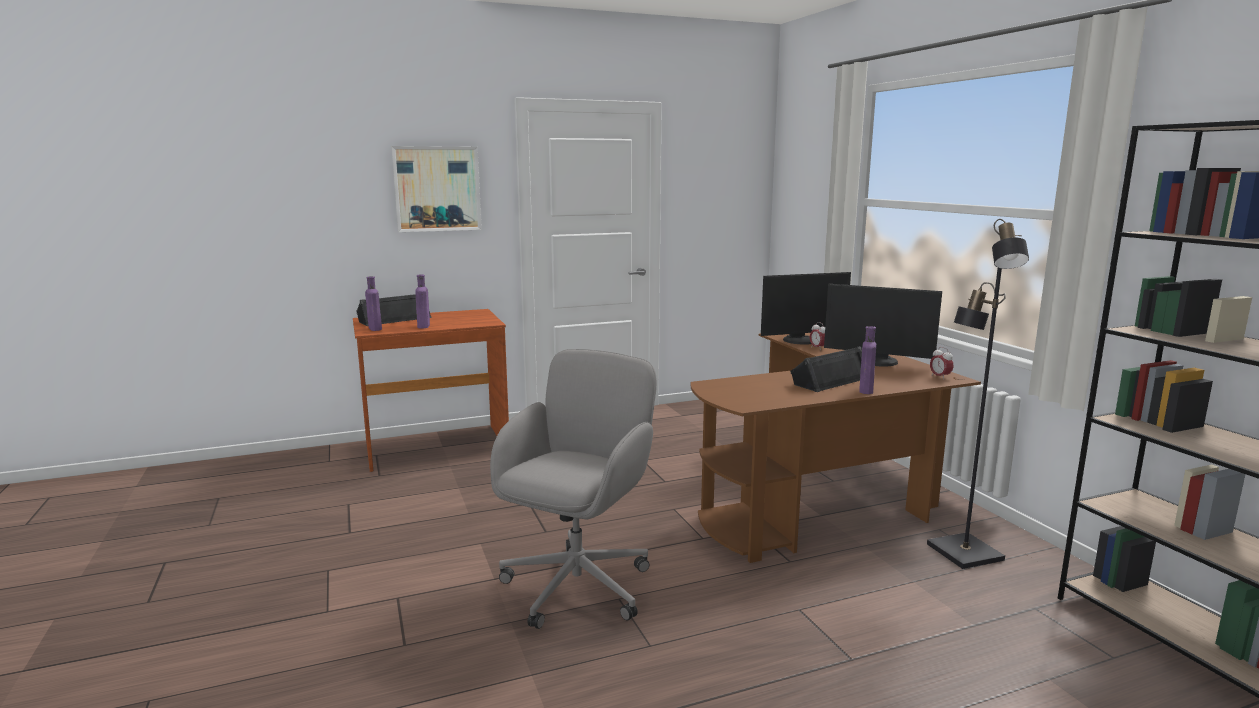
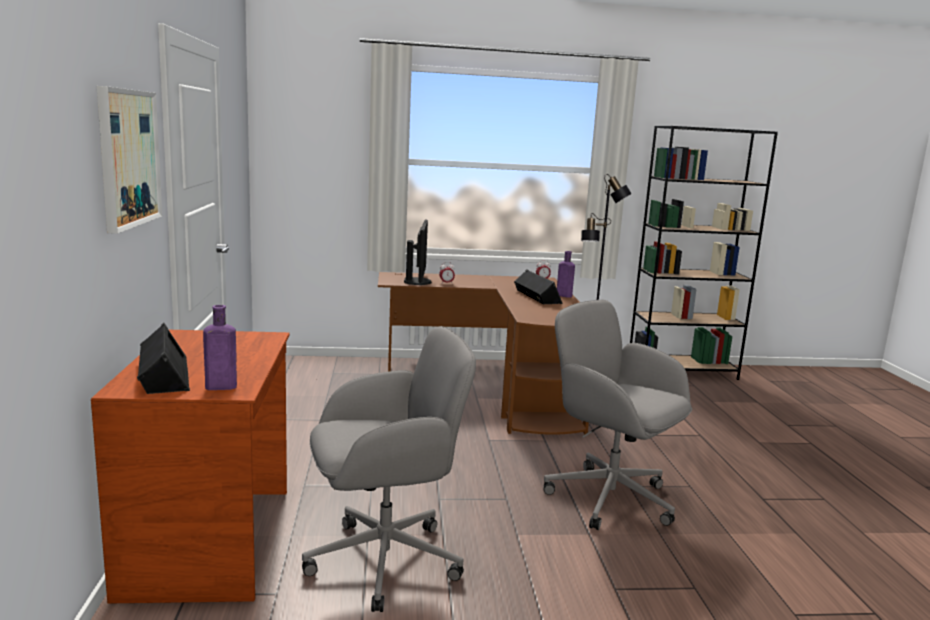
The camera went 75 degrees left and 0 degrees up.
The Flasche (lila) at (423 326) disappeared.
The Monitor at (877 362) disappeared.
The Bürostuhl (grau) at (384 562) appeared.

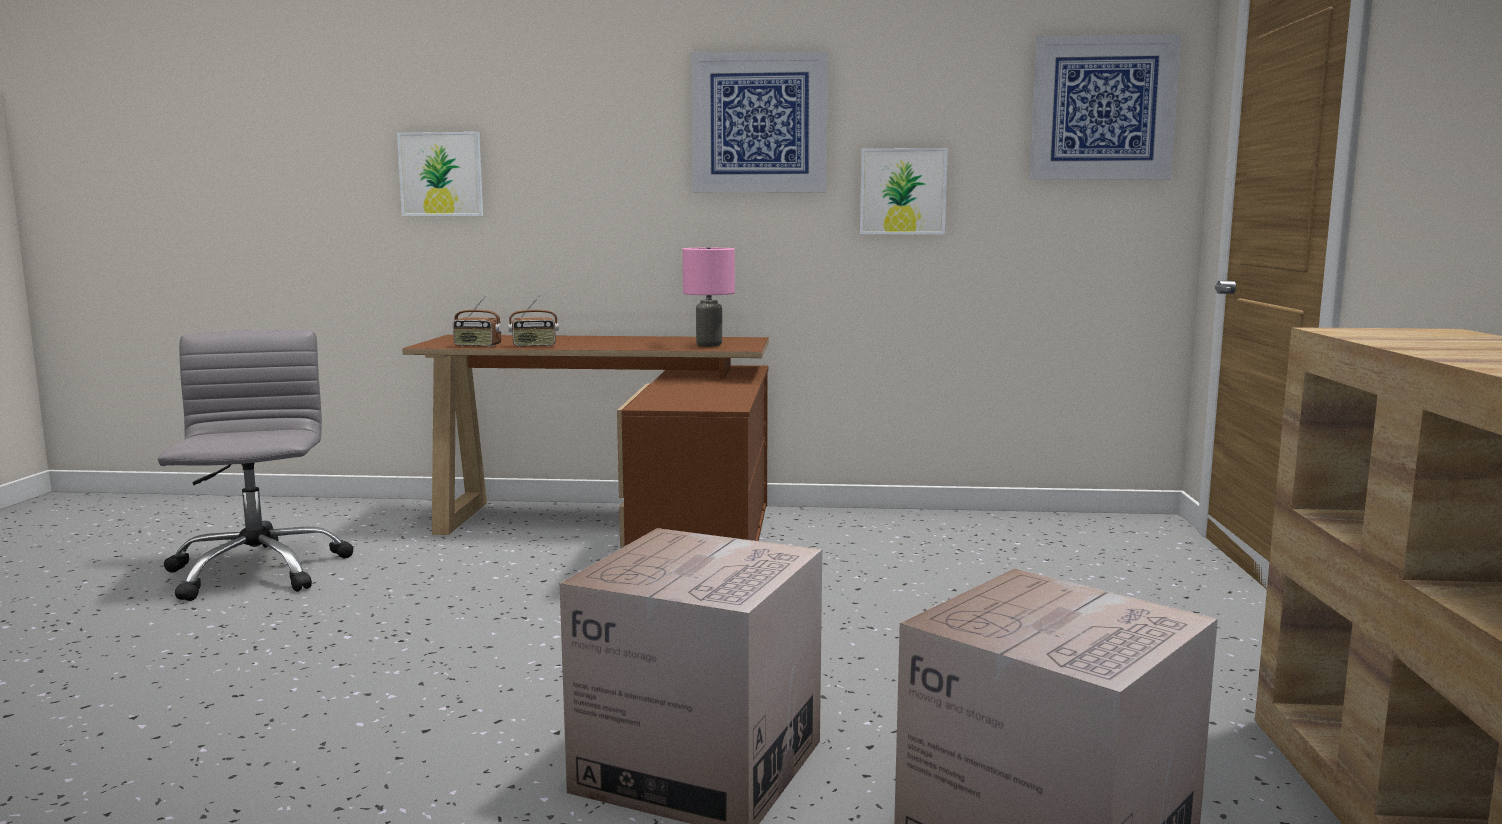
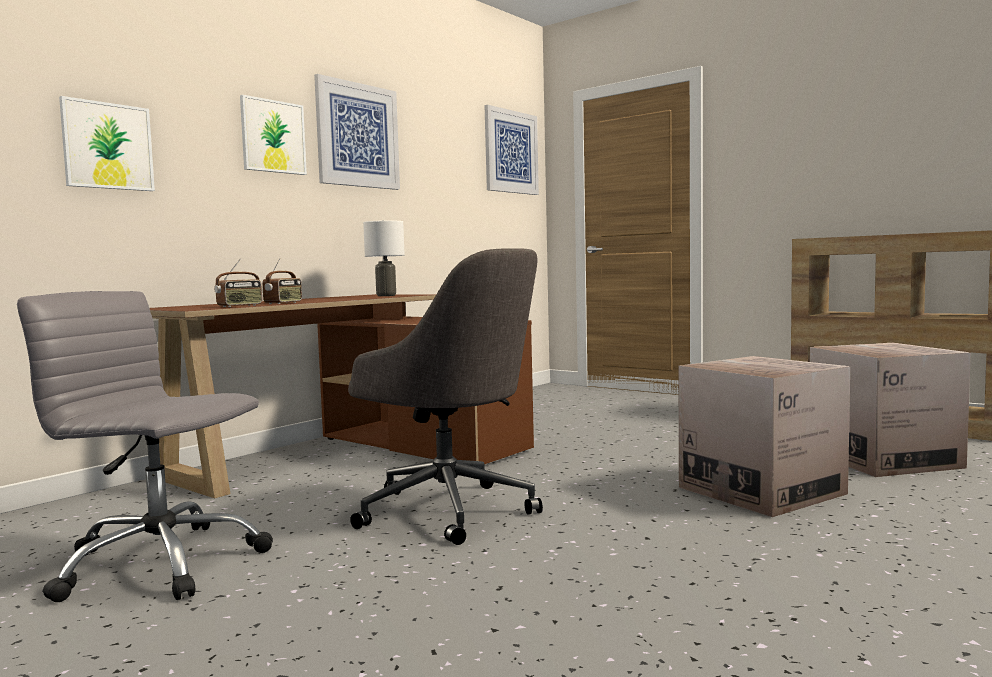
The camera went 55 degrees left and 5 degrees down.
The Bild moved from (903 191) to (273 136).
The Tischlampe (rosa) at (708 345) became the Tischlampe (weiß) at (385 296).
The Bürostuhl (grau) at (449 511) appeared.

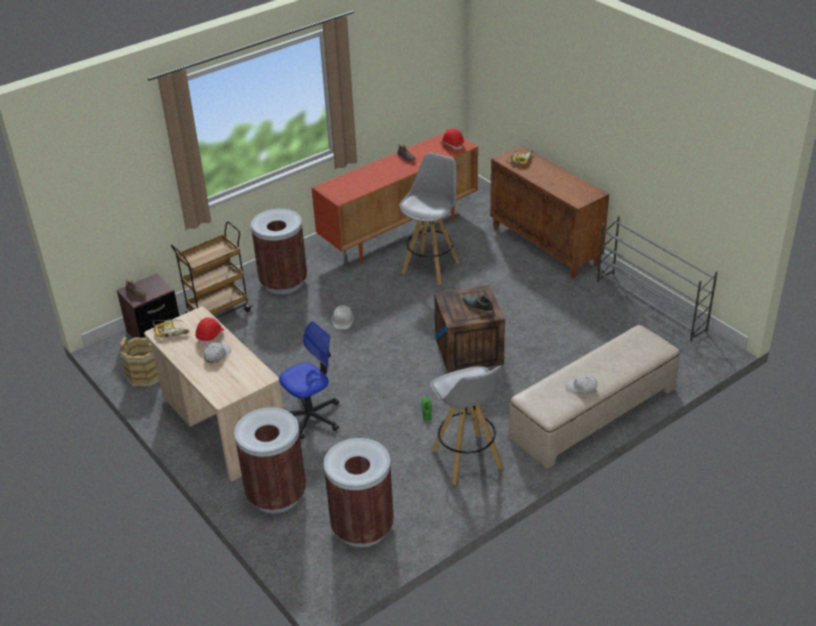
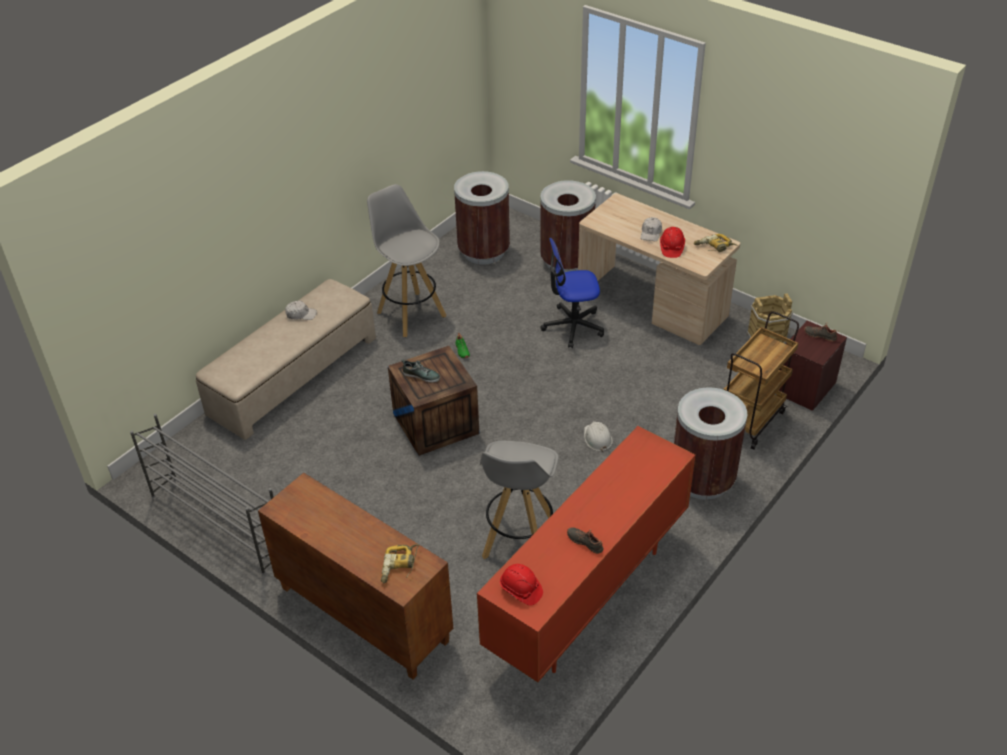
The camera went 165 degrees right and 5 degrees up.
The Bürostuhl at (311 417) turned 45 degrees clockwise.

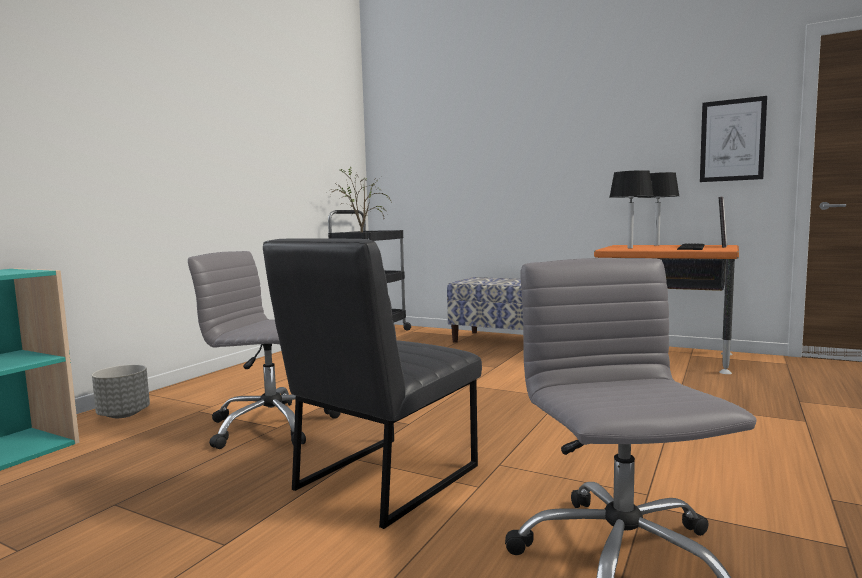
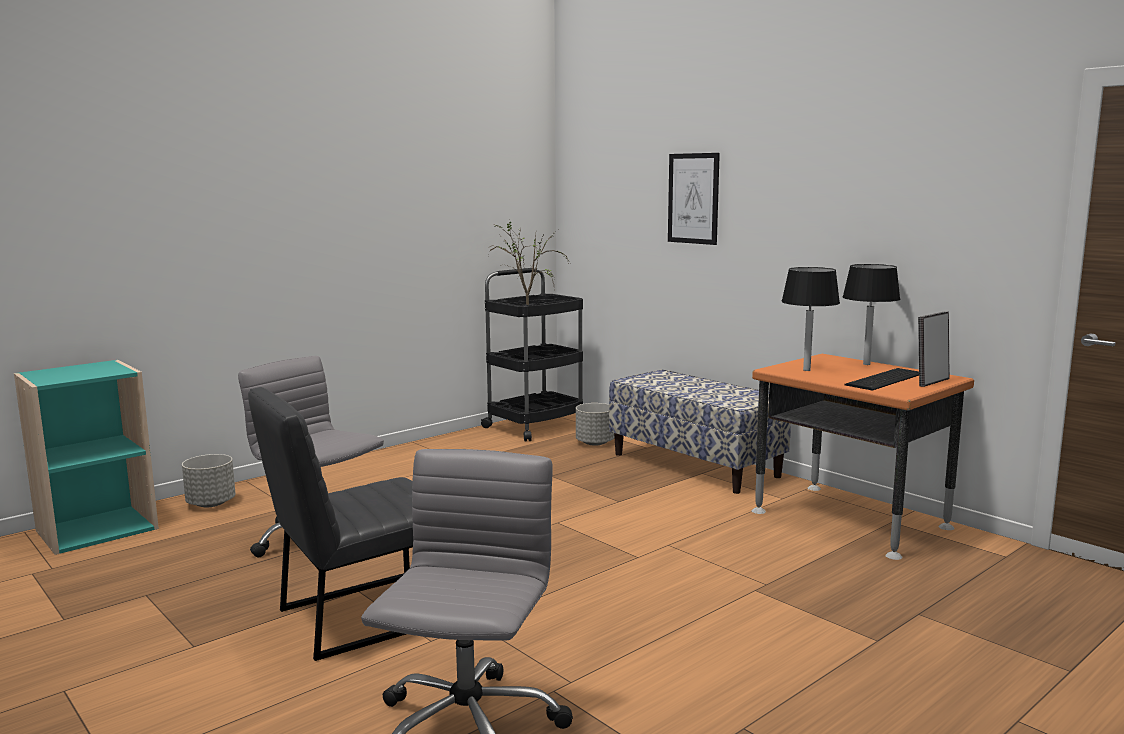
The camera went 20 degrees right and 5 degrees up.
The Bild moved from (732 140) to (693 198).
The Pflanzkübel (grau) at (595 443) appeared.

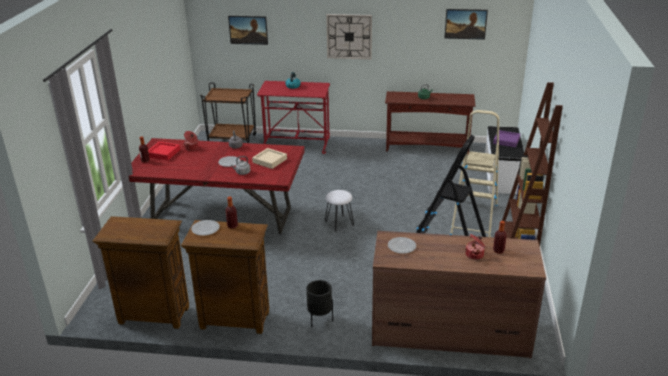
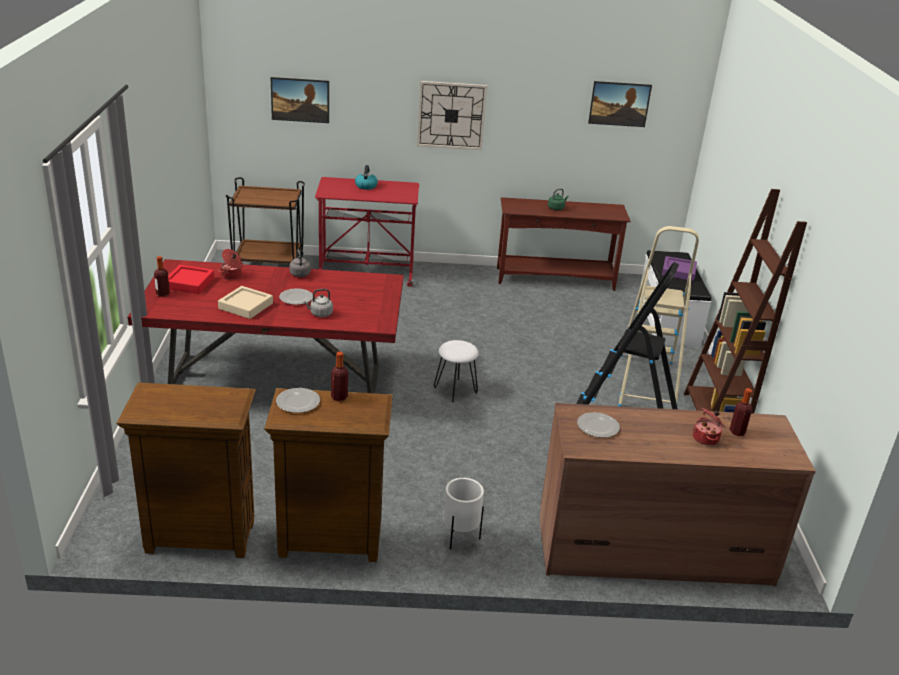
The camera went 10 degrees left and 0 degrees up.
The Tablett (beige) moved from (269 161) to (245 306).
The Pflanzkübel (schwarz) at (319 320) became the Pflanzkübel (weiß) at (460 538).

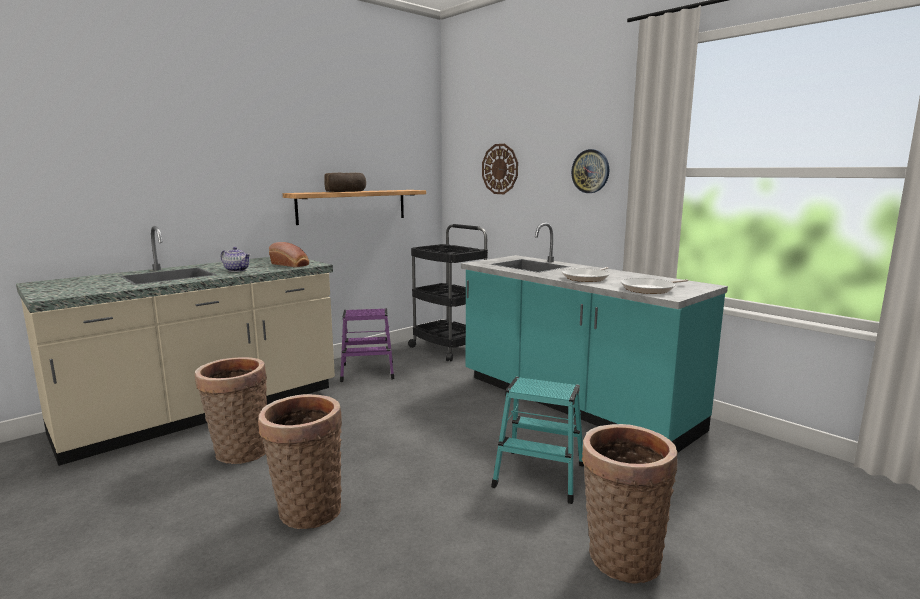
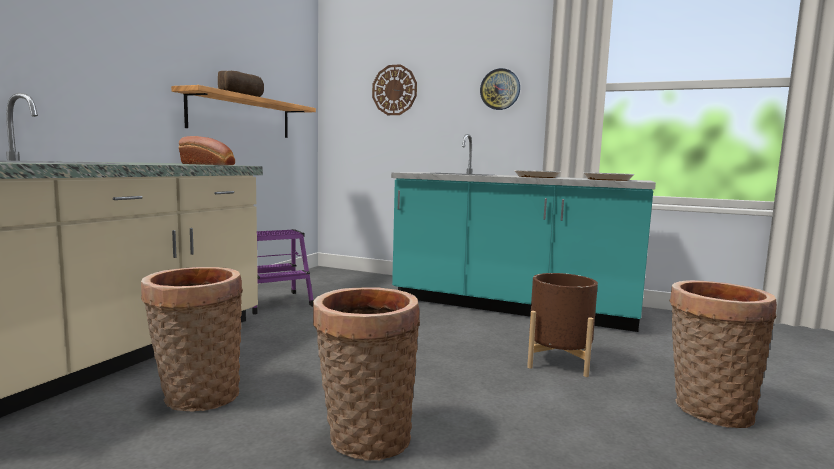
The camera went 25 degrees left and 5 degrees down.
The Rollwagen (schwarz) at (448 348) disappeared.
The Teekanne at (237 270) disappeared.
The Trittleiter (türkis) at (539 474) was replaced by the Pflanzkübel (braun) at (558 361).

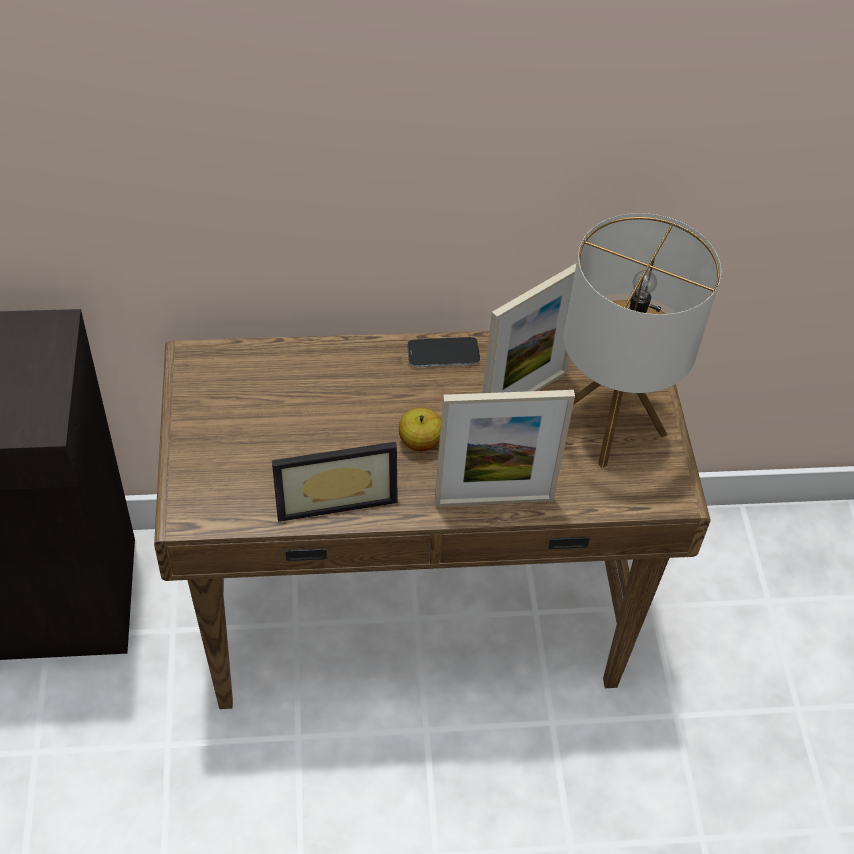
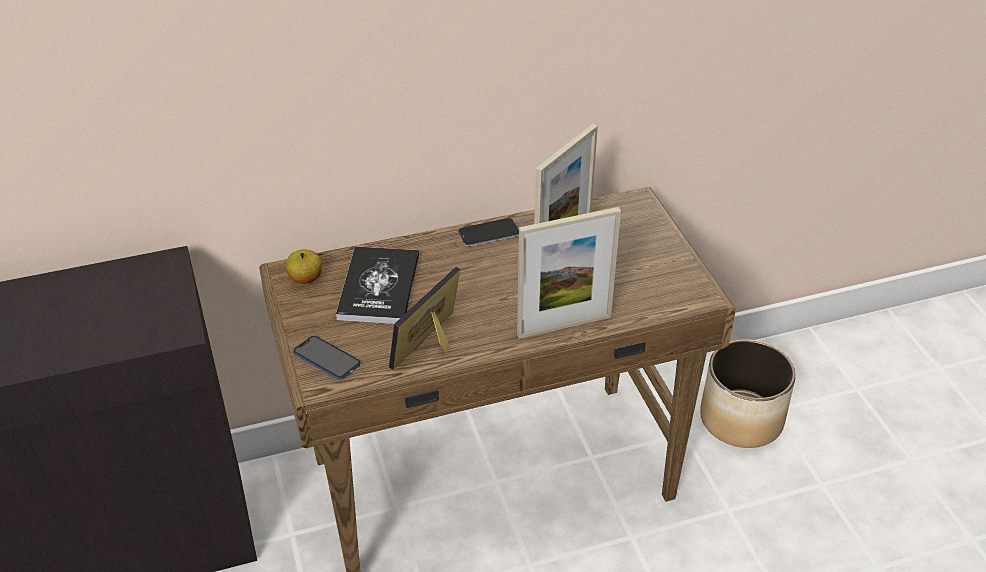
The camera went 10 degrees left and 10 degrees down.
The Tischlampe at (609 423) disappeared.
The Apfel moved from (420 442) to (305 278).
The Bilderrahmen at (334 494) turned 150 degrees clockwise.
The Buch at (379 287) appeared.
The Handy at (326 359) appeared.
The Pflanzkübel at (741 420) appeared.

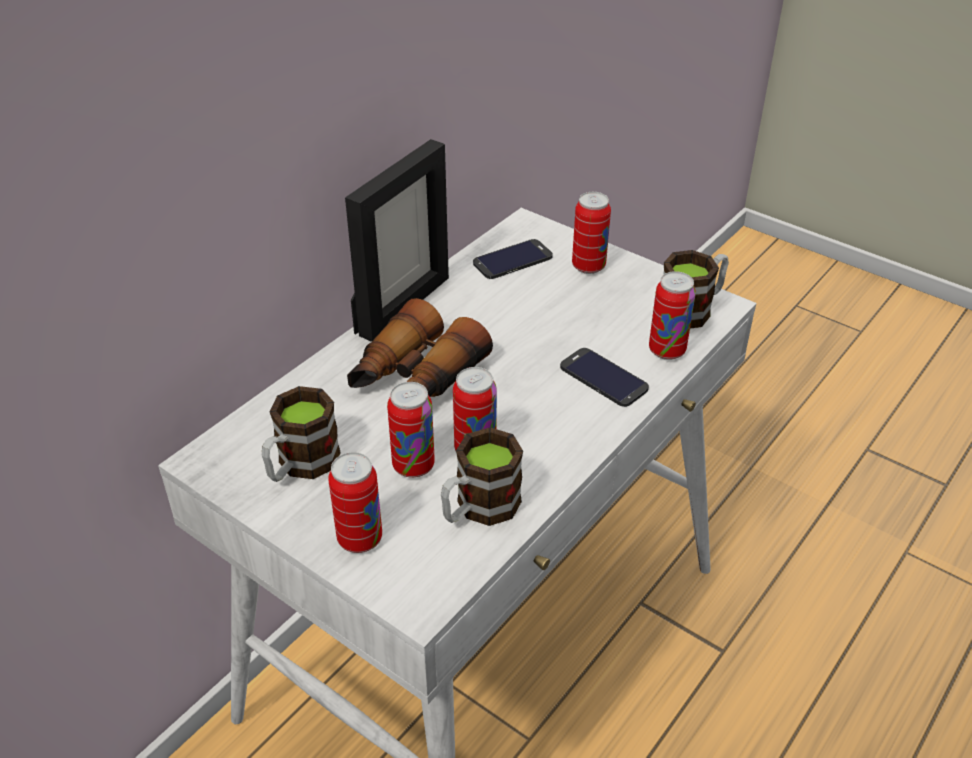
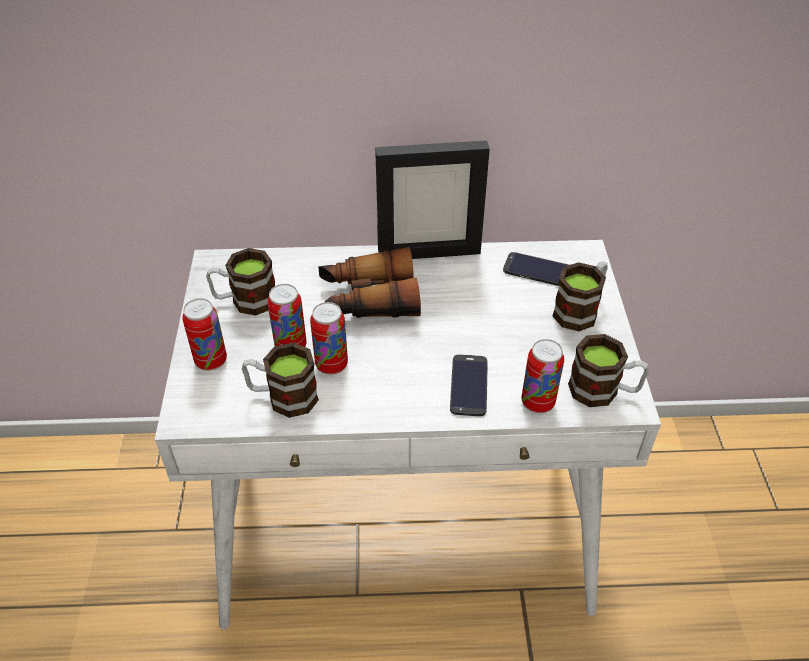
The camera went 50 degrees right and 5 degrees up.
The Dose at (588 266) was replaced by the Henkelbecher at (580 309).

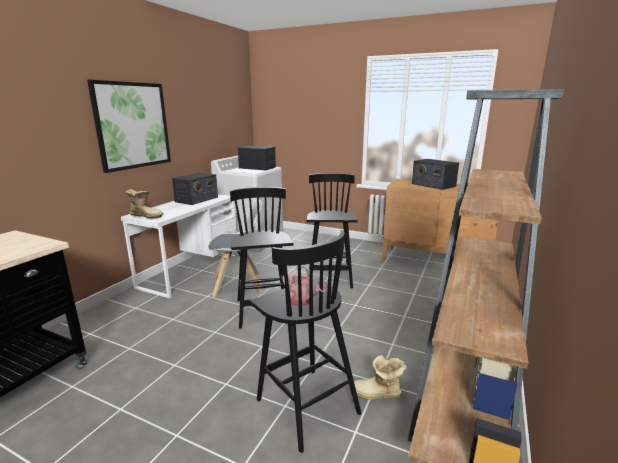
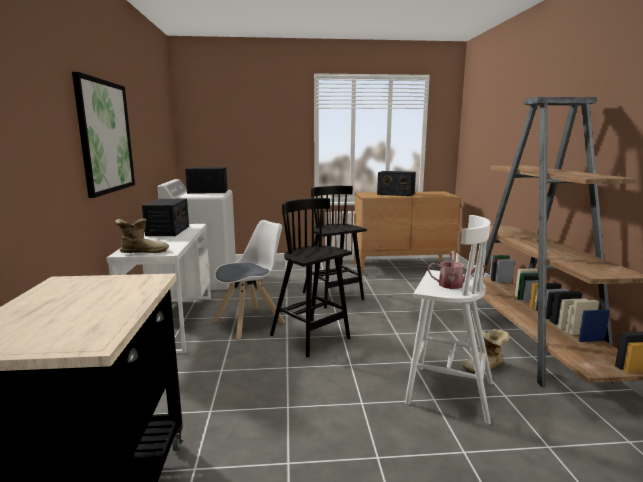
The camera went 30 degrees left and 5 degrees down.
The Hocker (schwarz) at (305 404) became the Hocker (weiß) at (446 392).

